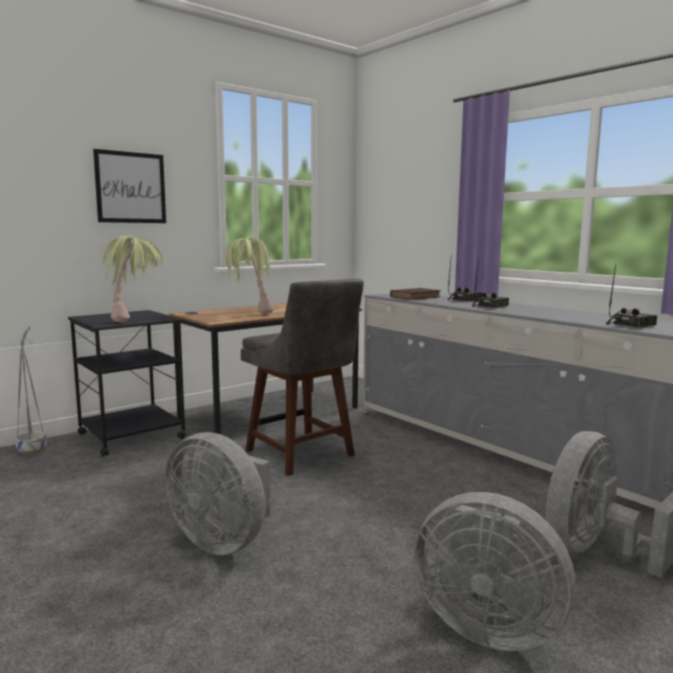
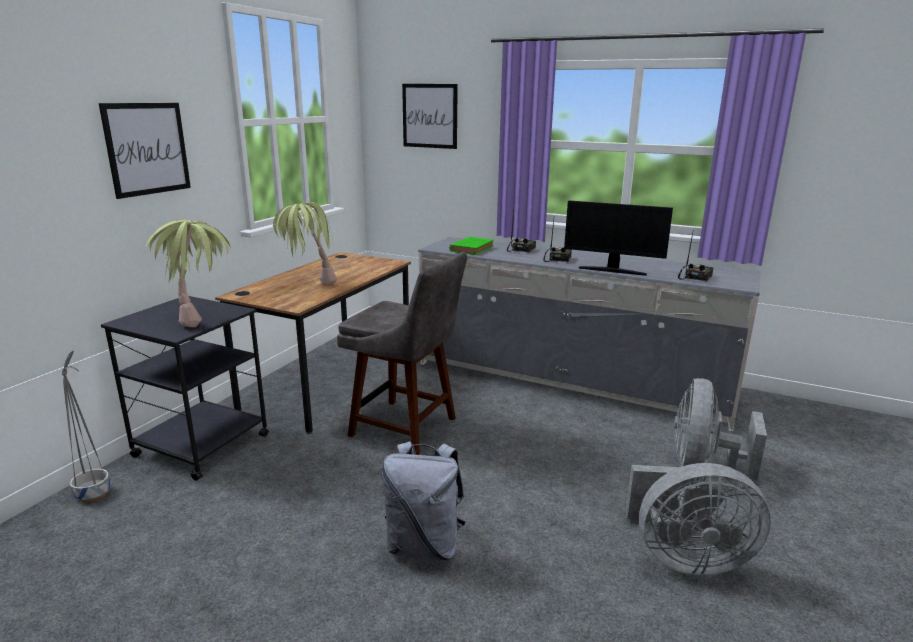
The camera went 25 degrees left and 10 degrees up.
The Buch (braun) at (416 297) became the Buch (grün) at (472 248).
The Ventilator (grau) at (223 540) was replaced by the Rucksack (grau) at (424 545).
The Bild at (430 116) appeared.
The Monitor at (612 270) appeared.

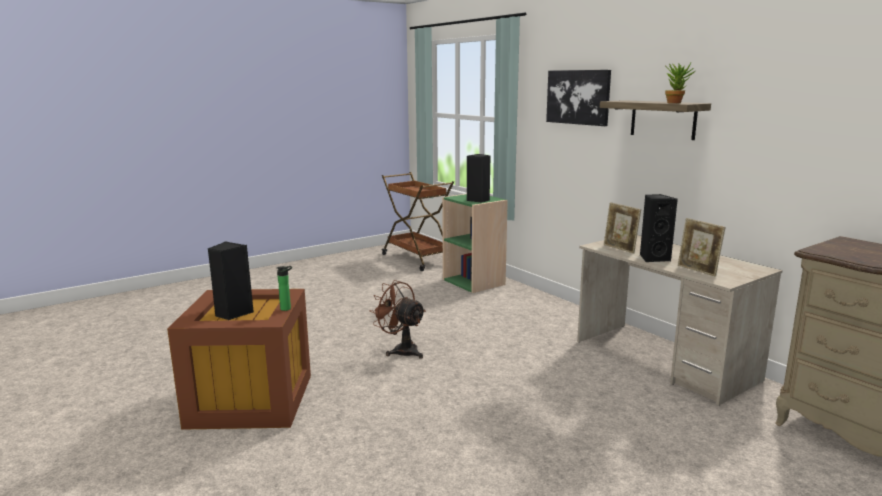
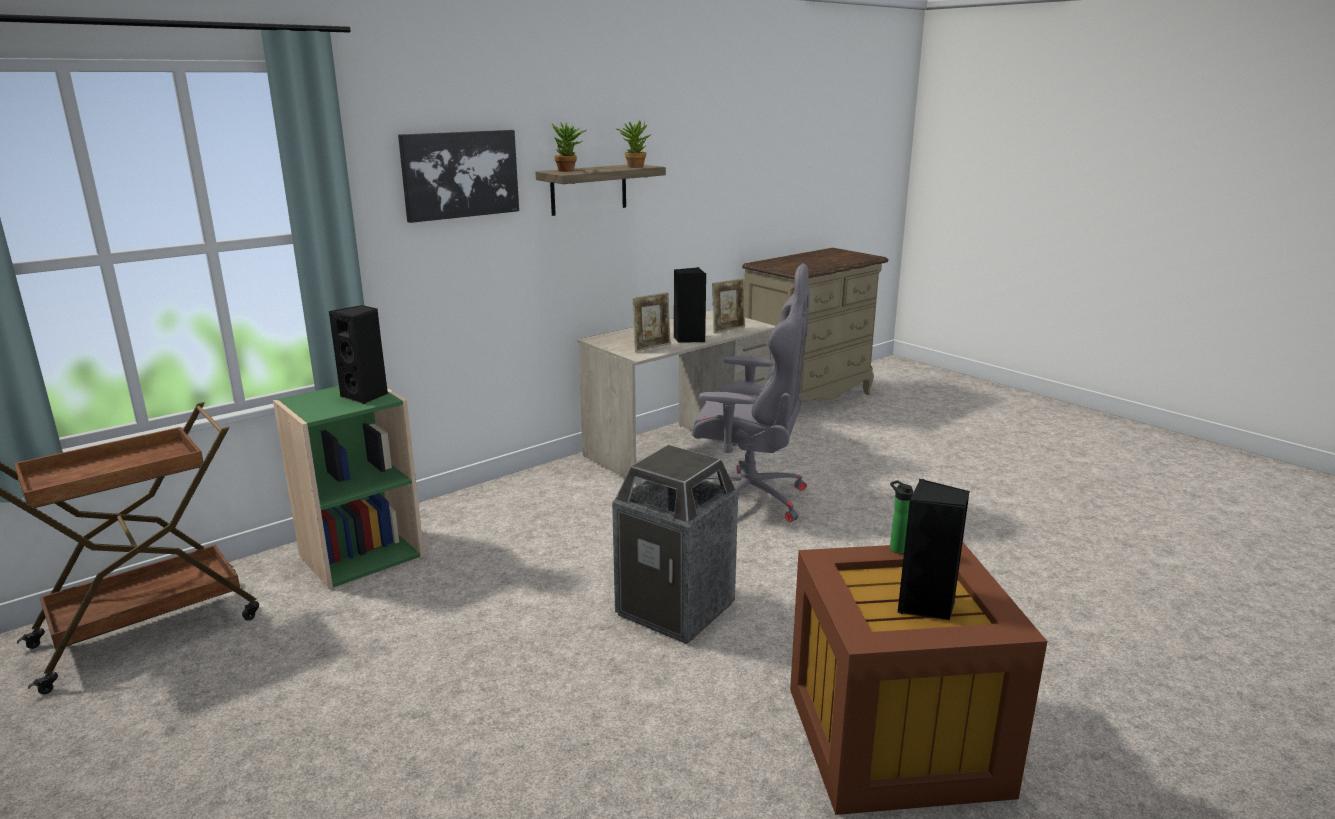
The camera went 95 degrees left and 5 degrees up.
The Ventilator (braun) at (401 350) was replaced by the Mülleimer at (676 609).
The Topfpflanze at (569 170) appeared.
The Bürostuhl (grau) at (746 498) appeared.

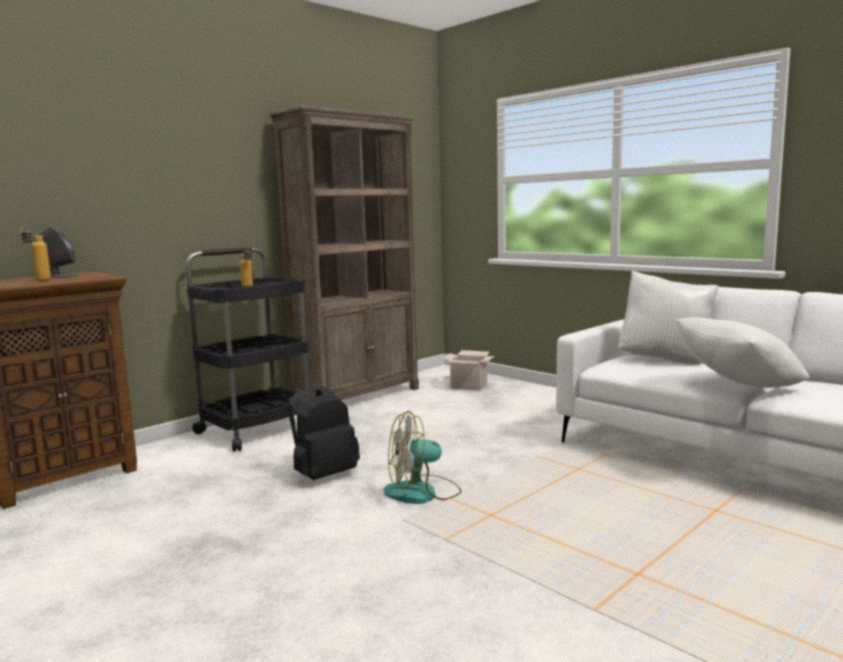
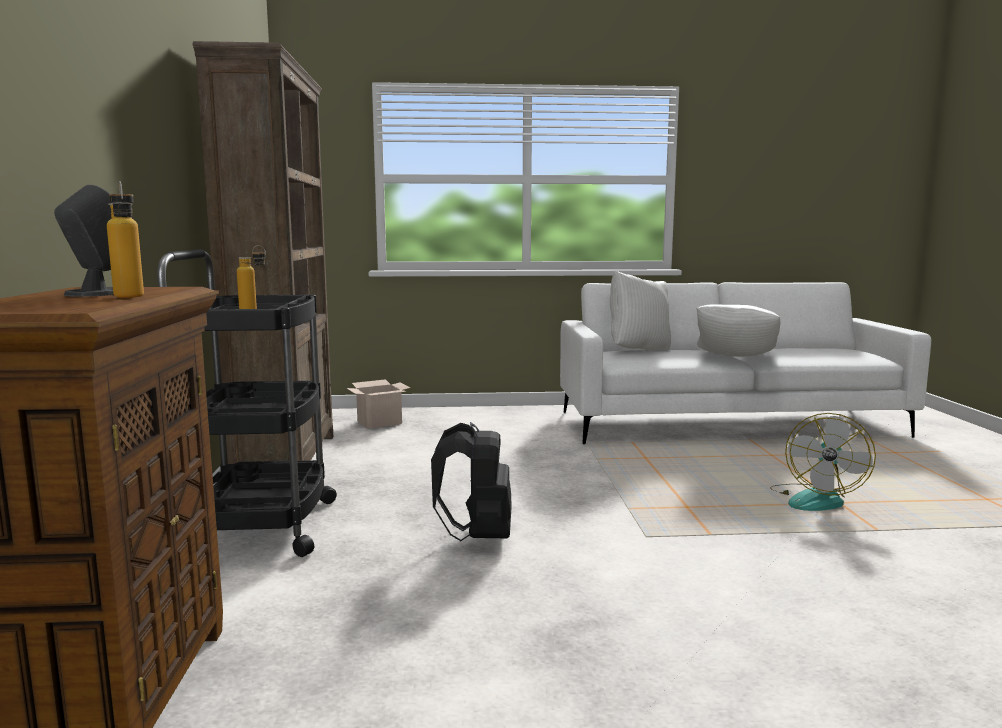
The camera went 50 degrees left and 0 degrees up.
The Ventilator moved from (422 493) to (815 499).

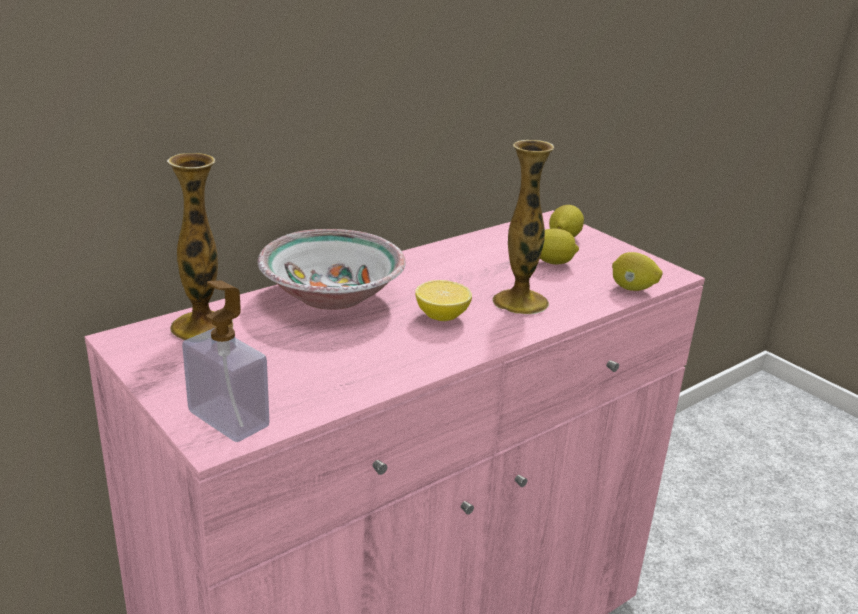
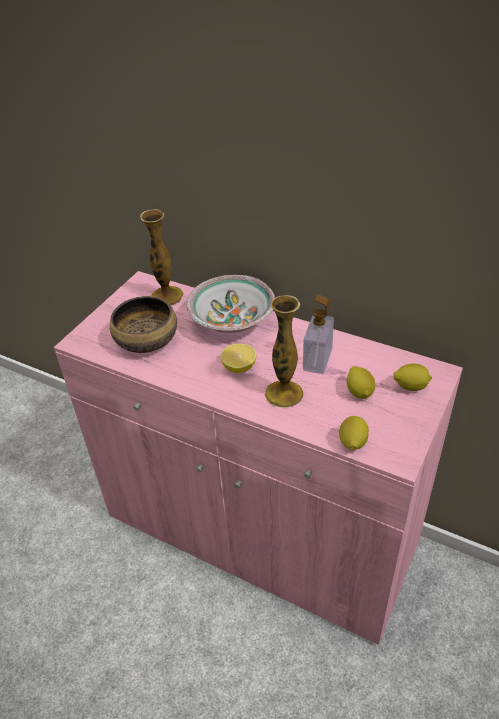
The camera went 70 degrees right and 15 degrees up.
The Seifenspender moved from (228 419) to (317 359).
The Schüssel at (147 340) appeared.

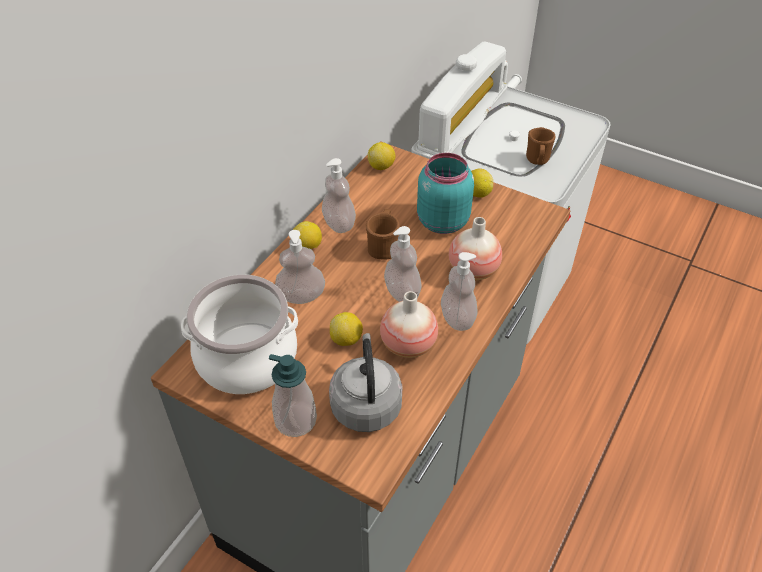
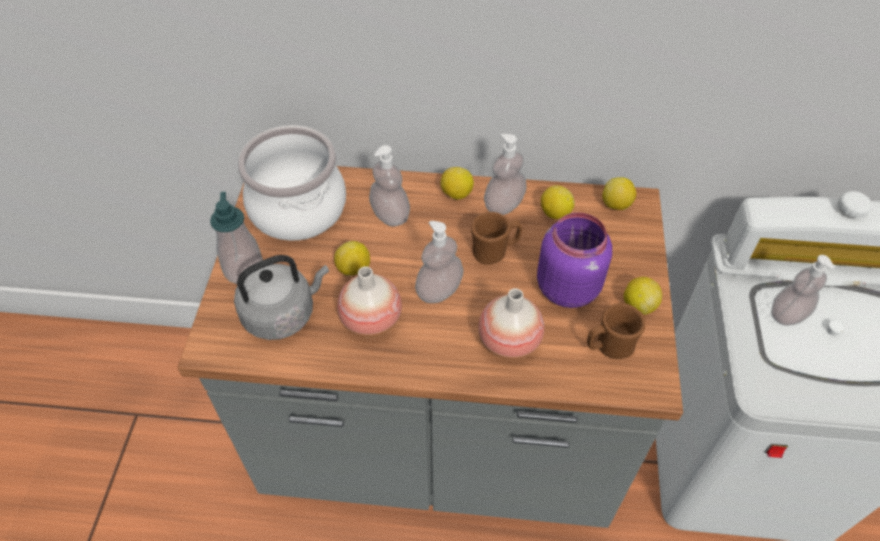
The camera went 65 degrees right and 5 degrees up.
The Henkelbecher (braun) moved from (537 161) to (609 347).
The Vorratsglas (türkis) at (441 221) became the Vorratsglas (lila) at (567 287).
The Seifenspender moved from (457 318) to (787 314).
The Zitrone at (555 213) appeared.

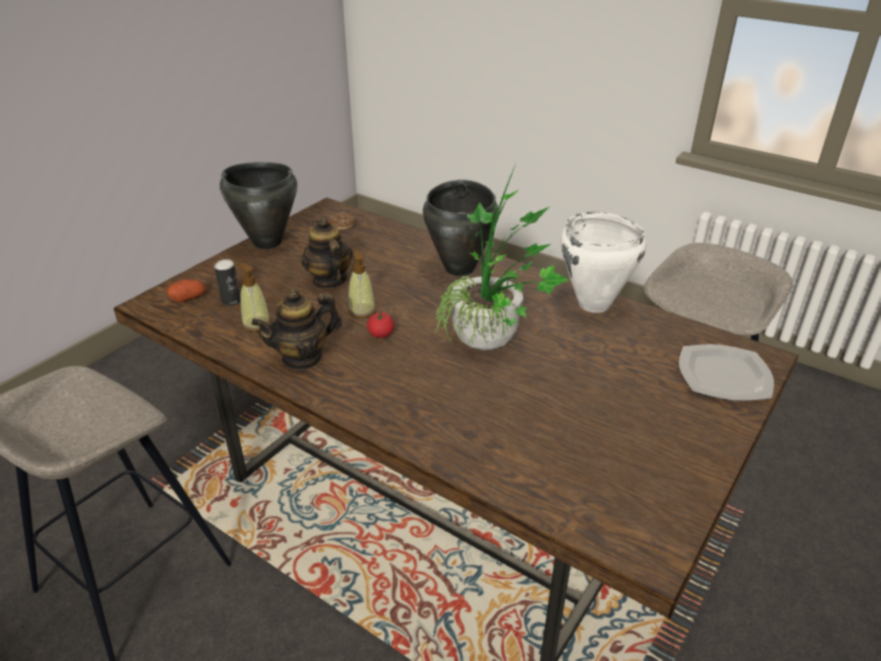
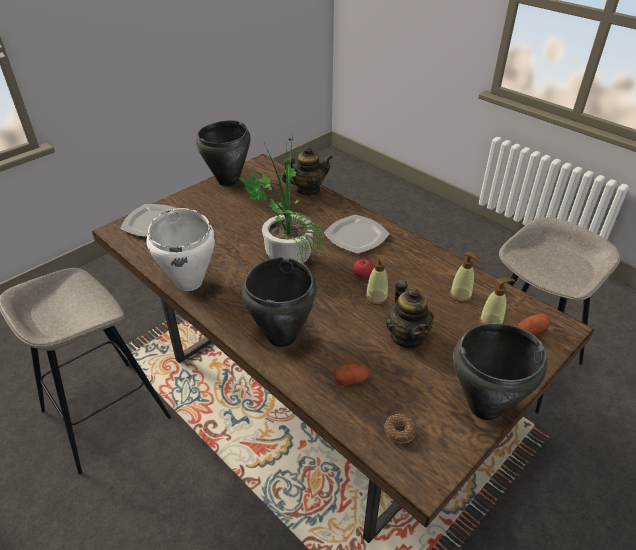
The camera went 170 degrees left and 5 degrees up.
The Dose at (231 301) was replaced by the Seifenspender at (491 322).
The Teekanne moved from (302 358) to (308 189).
The Kochtopf (schwarz) at (229 181) appeared.
The Teller at (355 236) appeared.
The Kartoffel at (351 379) appeared.

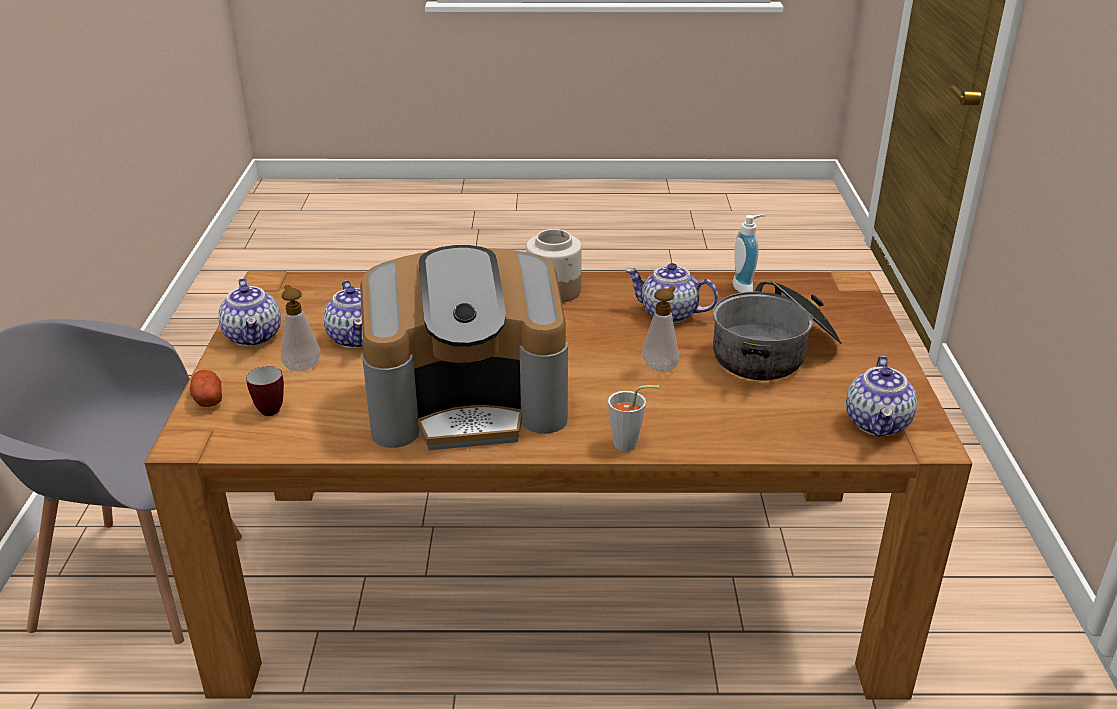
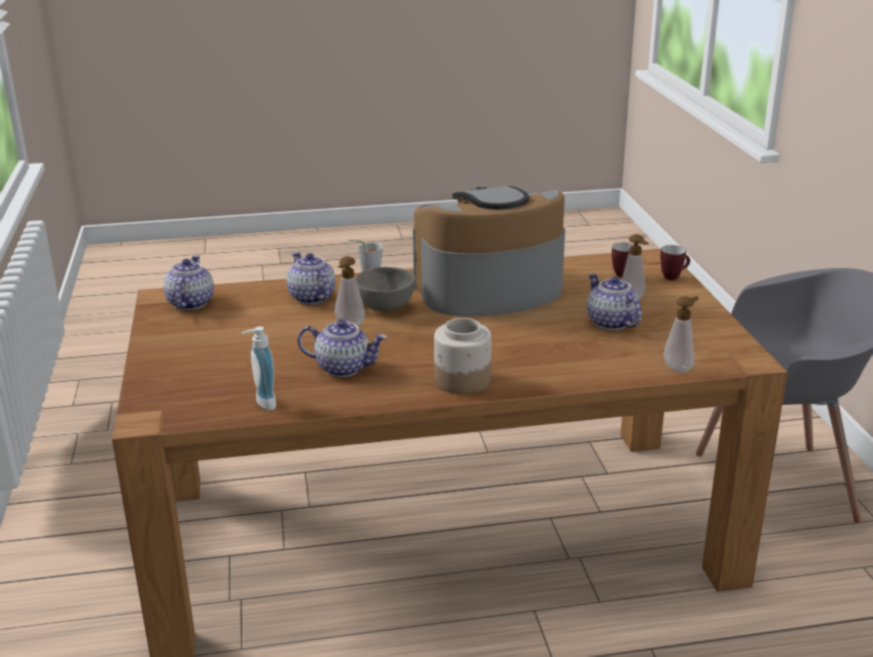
The camera went 170 degrees right and 5 degrees down.
The Teekanne moved from (254 336) to (311 297).
The Kochtopf at (774 353) disappeared.
The Kartoffel at (208 399) was replaced by the Henkelbecher at (673 277).
The Schüssel (grau) at (385 307) appeared.
The Seifenspender at (679 368) appeared.

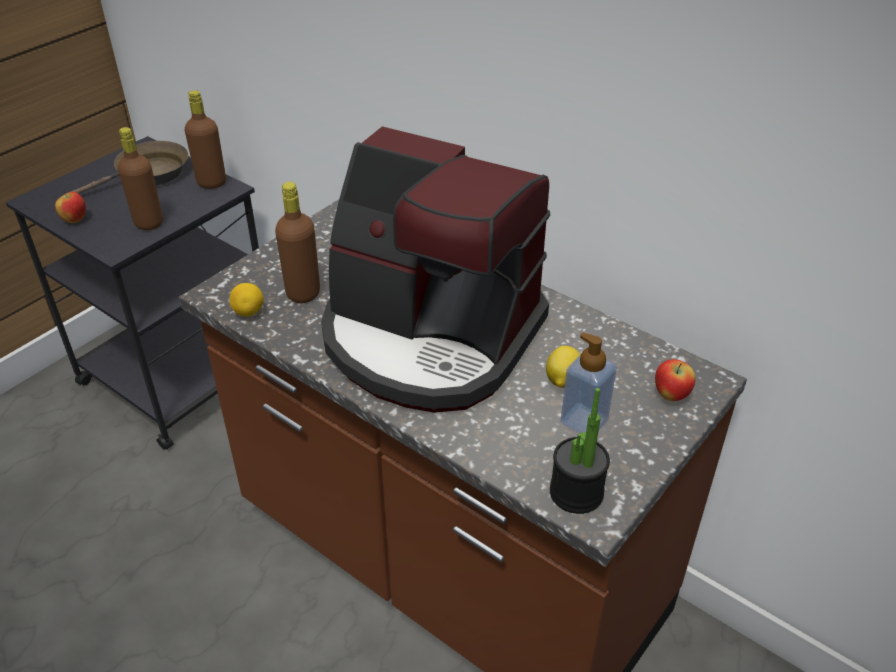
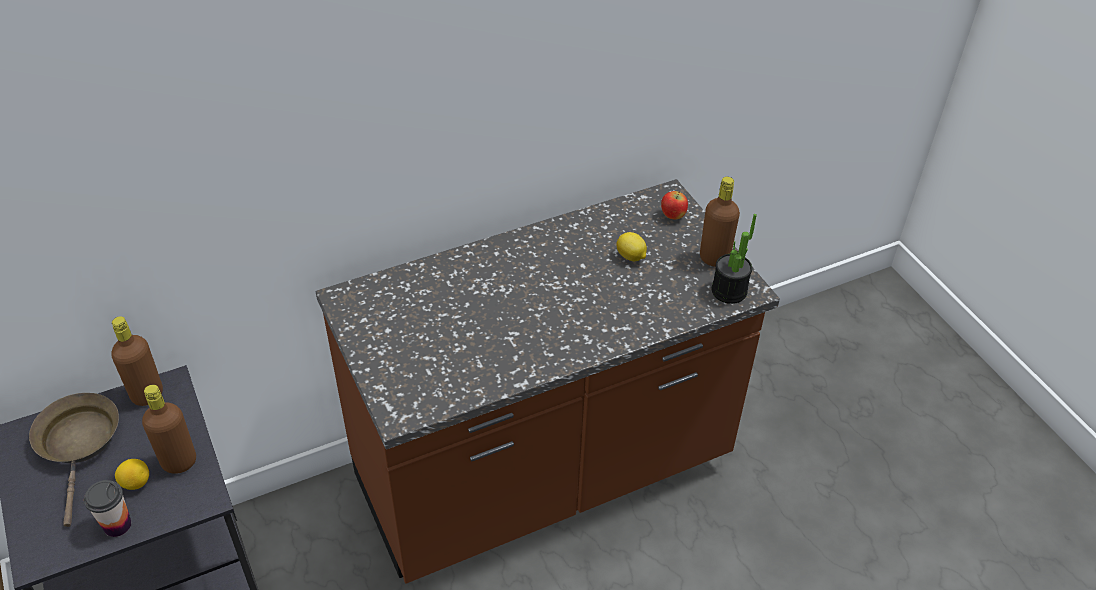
The camera went 65 degrees left and 5 degrees up.
The Kaffeemaschine at (430 339) disappeared.
The Flasche (braun) moved from (303 293) to (714 258).
The Apfel at (75 220) was replaced by the Tasse at (117 525).
The Zitrone moved from (249 312) to (136 483).
The Seifenspender at (584 421) disappeared.

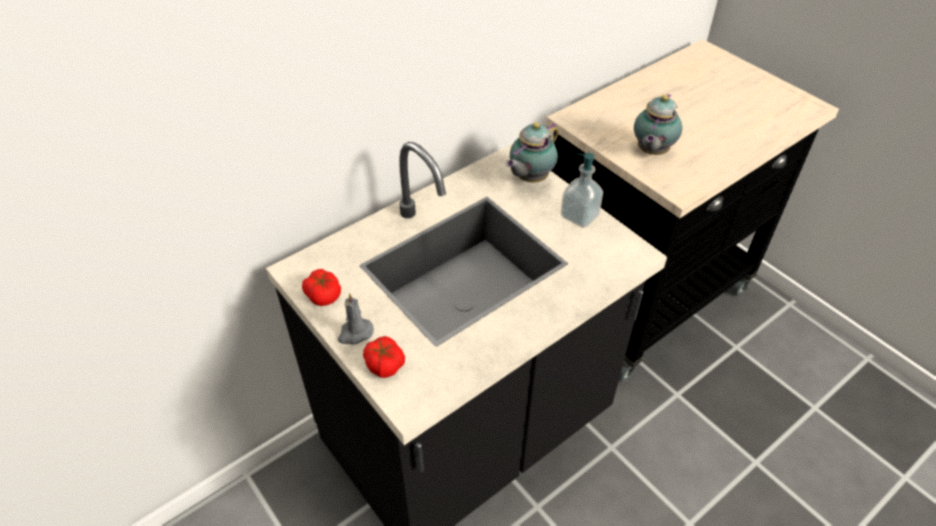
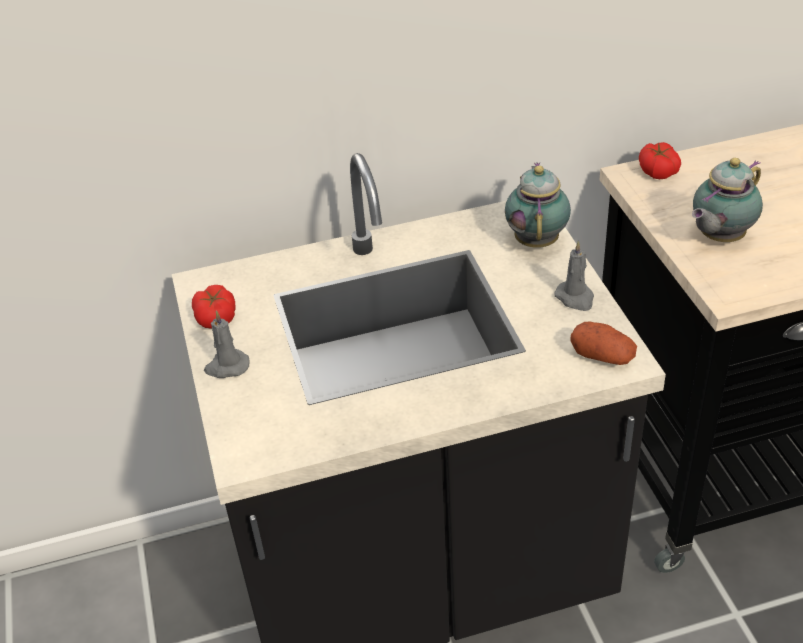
The camera went 25 degrees right and 5 degrees down.
The Teekanne at (529 178) turned 120 degrees clockwise.
The Seifenspender at (579 216) was replaced by the Kerze (grau) at (575 298).
The Tomate moved from (384 364) to (657 171).
The Kartoffel at (602 356) appeared.

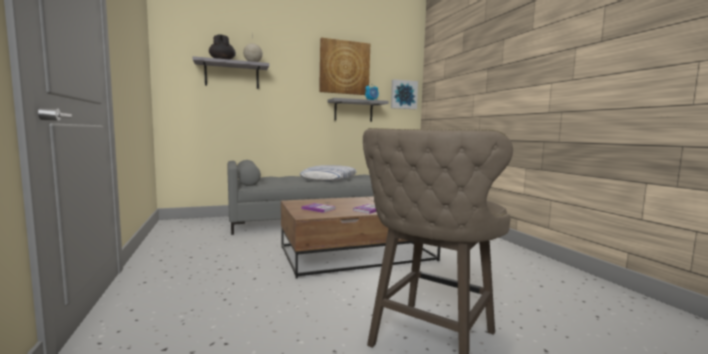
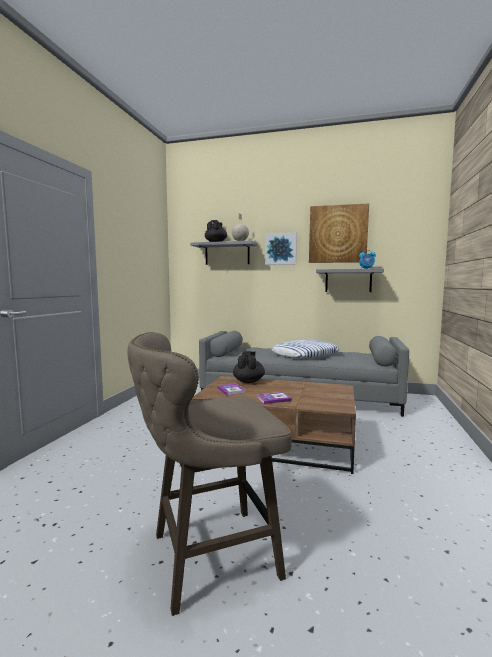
The camera went 35 degrees right and 0 degrees up.
The Bild moved from (403 94) to (281 249).
The Teekanne (schwarz) at (248 381) appeared.

